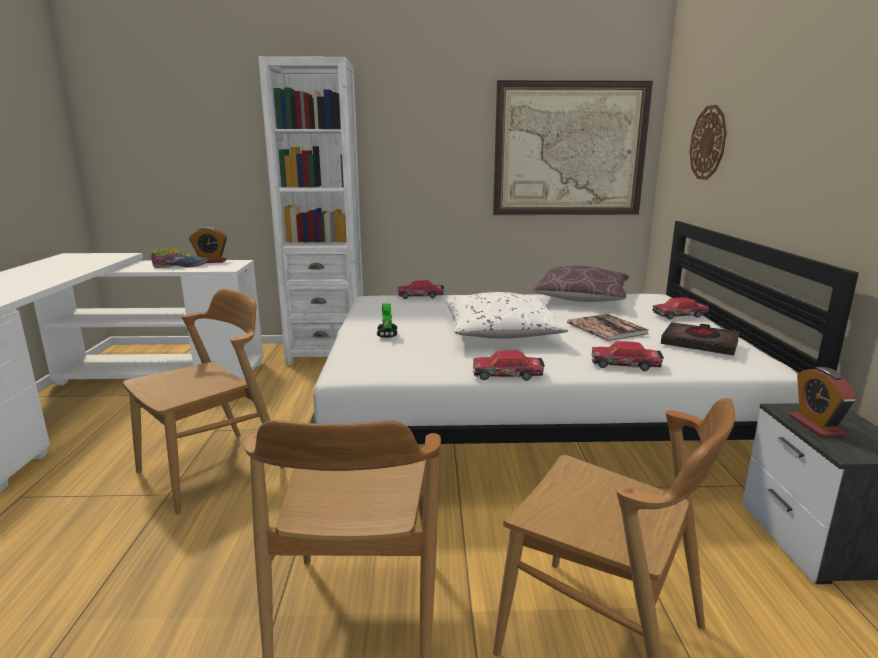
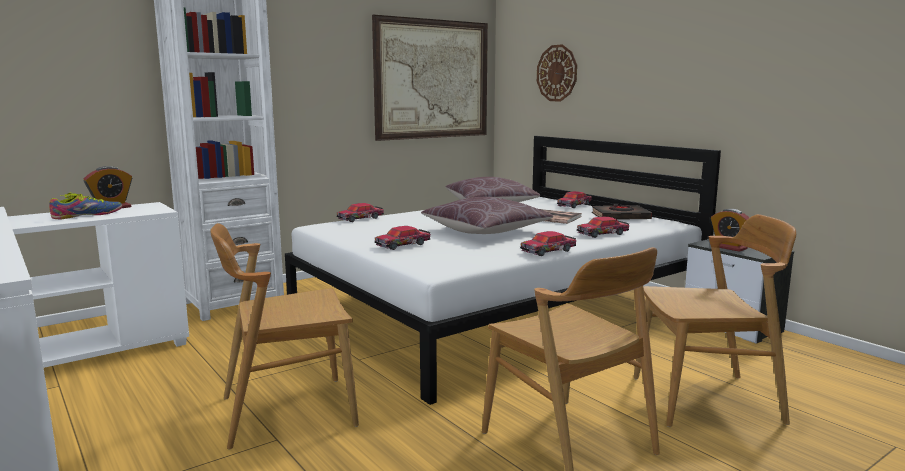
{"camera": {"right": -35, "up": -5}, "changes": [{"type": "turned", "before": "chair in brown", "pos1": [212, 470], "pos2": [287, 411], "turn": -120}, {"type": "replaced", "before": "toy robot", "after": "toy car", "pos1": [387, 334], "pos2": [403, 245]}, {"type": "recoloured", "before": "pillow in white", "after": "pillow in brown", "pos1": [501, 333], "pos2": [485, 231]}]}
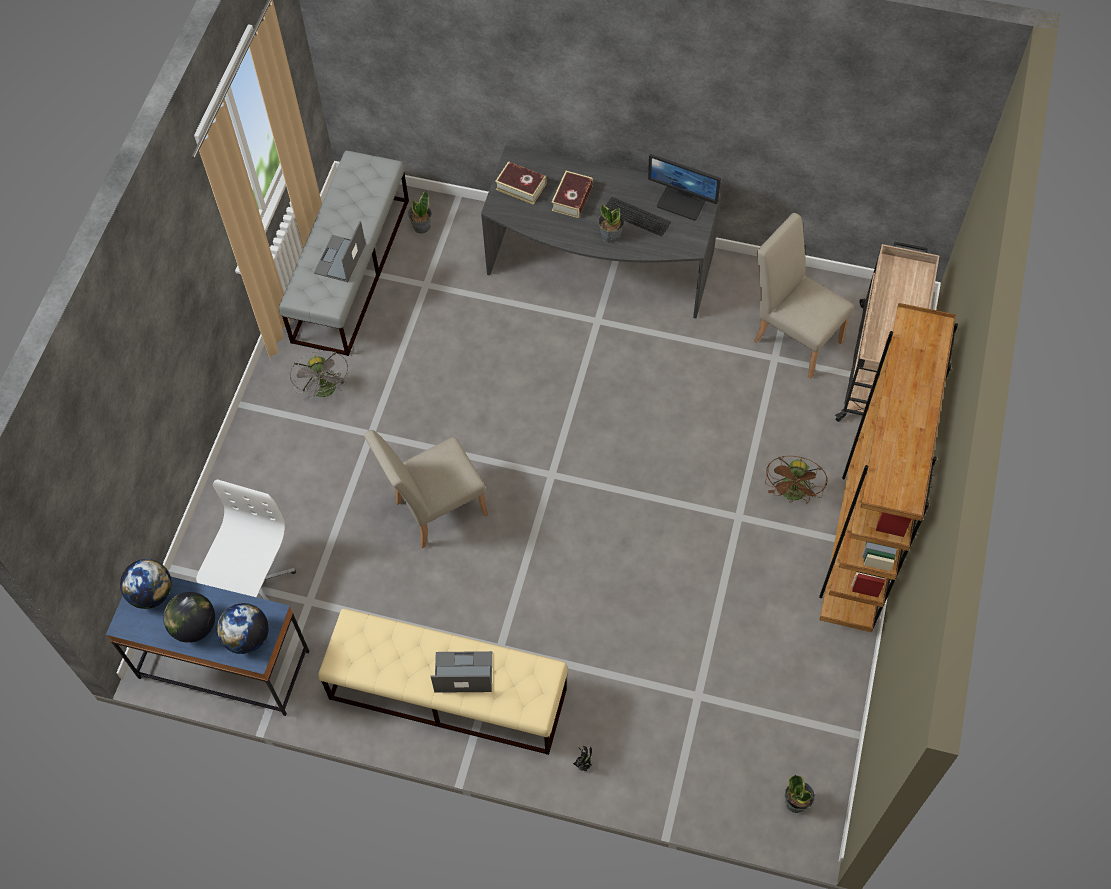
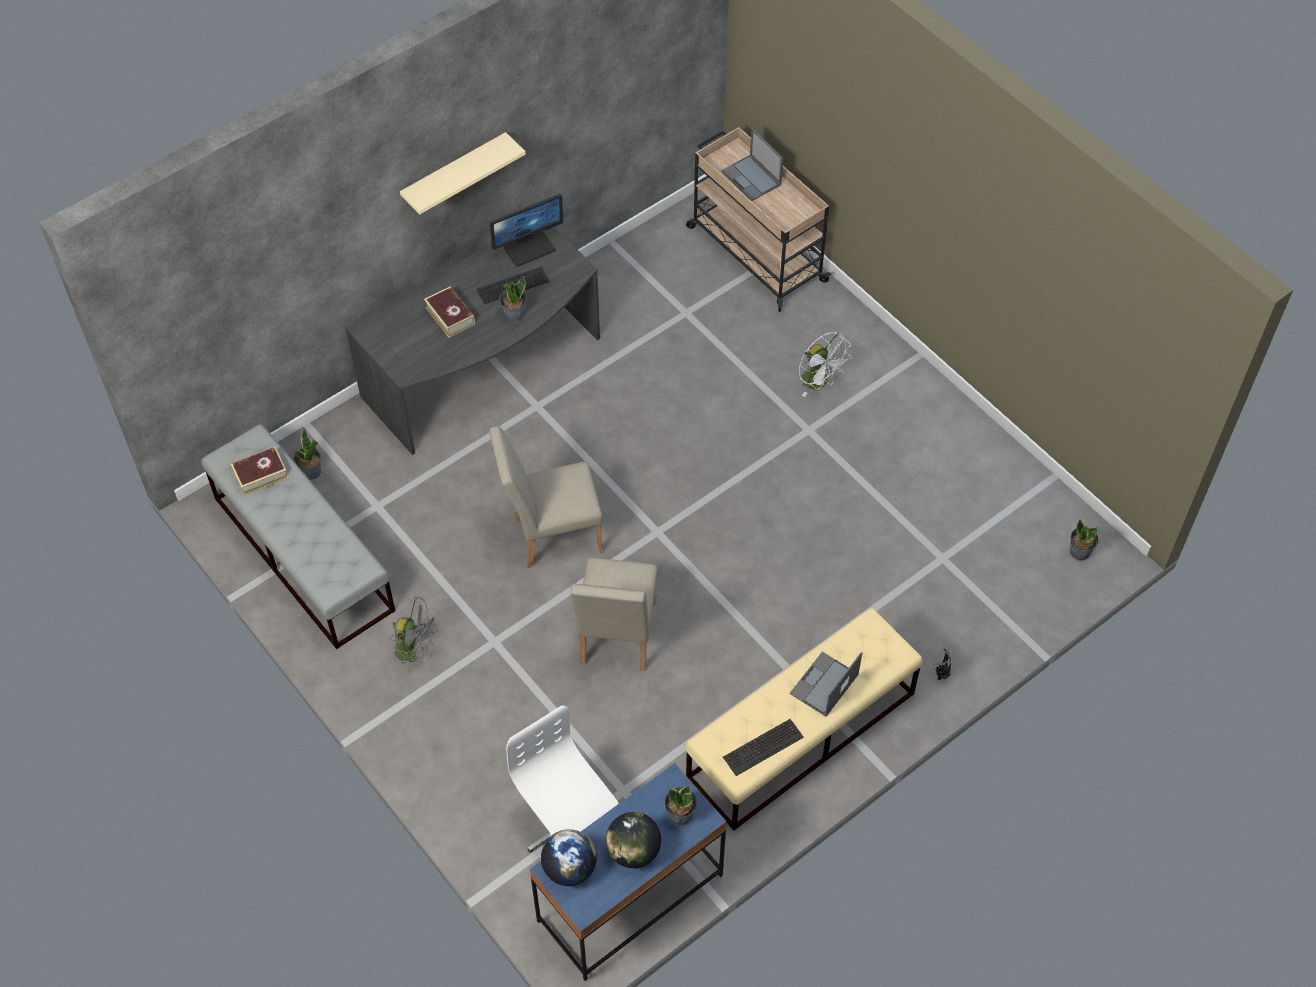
{"camera": {"right": -55, "up": -5}, "changes": [{"type": "replaced", "before": "globe", "after": "potted plant", "pos1": [247, 638], "pos2": [680, 814]}, {"type": "moved", "before": "laptop", "pos1": [340, 259], "pos2": [752, 178]}, {"type": "moved", "before": "book", "pos1": [521, 186], "pos2": [260, 475]}, {"type": "moved", "before": "chair in beige", "pos1": [793, 336], "pos2": [550, 535]}, {"type": "recoloured", "before": "fan in brown", "after": "fan in white", "pos1": [793, 495], "pos2": [819, 382]}, {"type": "removed", "before": "bookcase in brown", "pos1": [859, 542]}, {"type": "added", "after": "shelf in beige", "pos2": [454, 174]}, {"type": "added", "after": "keyboard", "pos2": [763, 749]}]}
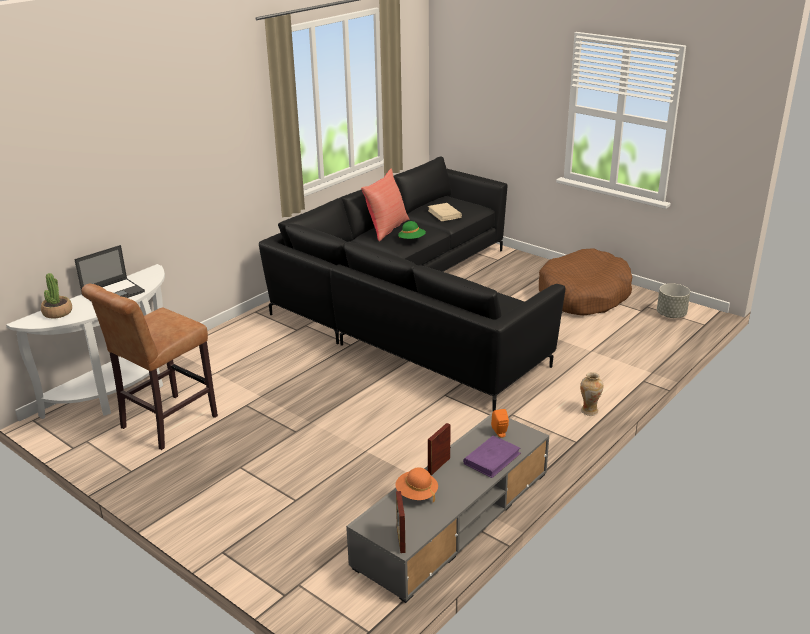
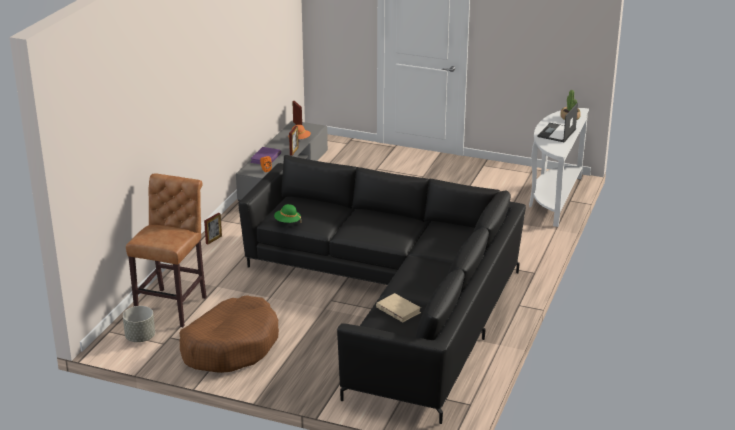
{"camera": {"right": 160, "up": 0}, "changes": [{"type": "moved", "before": "stool in brown", "pos1": [164, 424], "pos2": [173, 306]}, {"type": "removed", "before": "pillow in red", "pos1": [386, 228]}, {"type": "moved", "before": "hat in green", "pos1": [412, 240], "pos2": [287, 222]}, {"type": "replaced", "before": "vase", "after": "picture frame", "pos1": [589, 411], "pos2": [214, 240]}]}
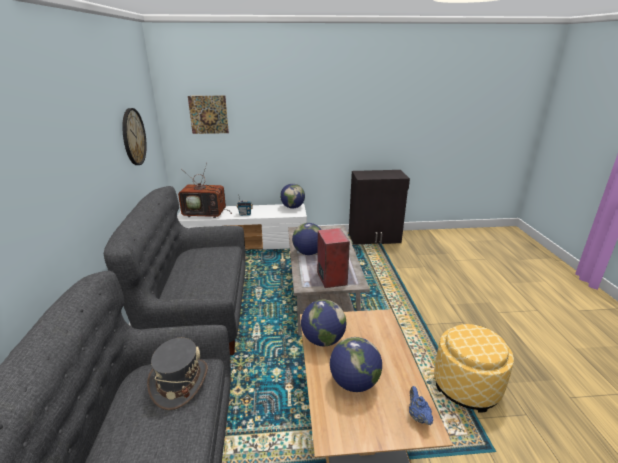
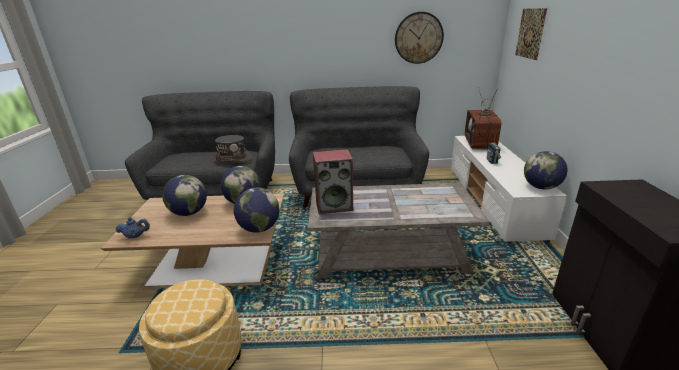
{"camera": {"right": 95, "up": 0}, "changes": [{"type": "moved", "before": "globe", "pos1": [308, 253], "pos2": [259, 229]}]}
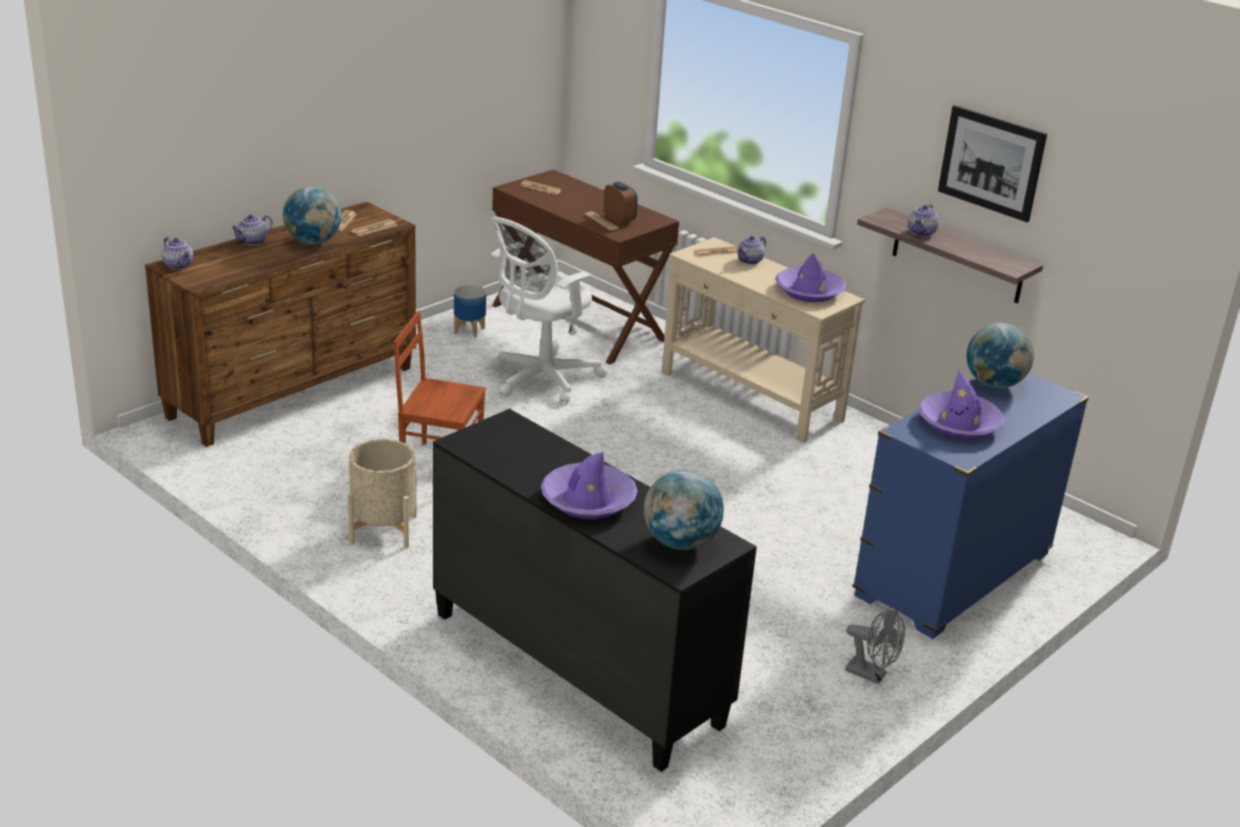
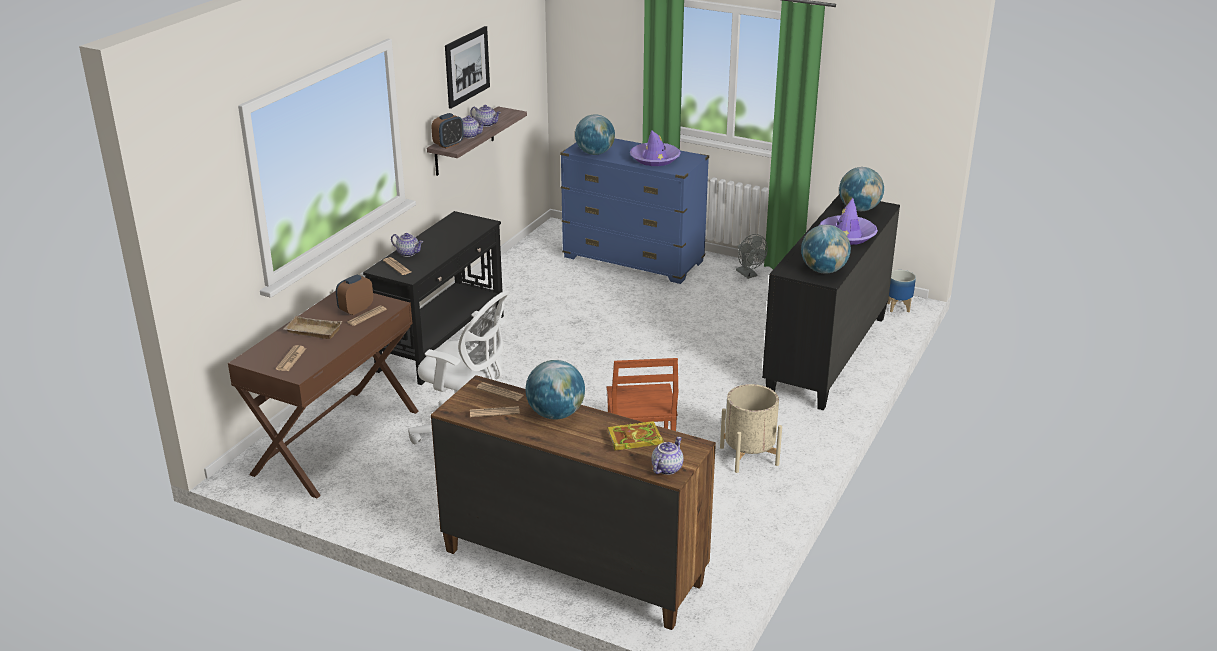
{"camera": {"right": -105, "up": 0}, "changes": [{"type": "moved", "before": "teapot", "pos1": [253, 241], "pos2": [486, 124]}, {"type": "moved", "before": "planter", "pos1": [469, 330], "pos2": [898, 307]}, {"type": "recoloured", "before": "console table in beige", "after": "console table in black", "pos1": [751, 397], "pos2": [442, 342]}, {"type": "removed", "before": "hat in purple", "pos1": [809, 291]}, {"type": "turned", "before": "fan in grey", "pos1": [872, 674], "pos2": [749, 275], "turn": 135}, {"type": "added", "after": "tray in beige", "pos2": [312, 332]}, {"type": "added", "after": "alarm clock", "pos2": [448, 145]}, {"type": "added", "after": "book", "pos2": [633, 439]}, {"type": "added", "after": "globe", "pos2": [823, 271]}]}
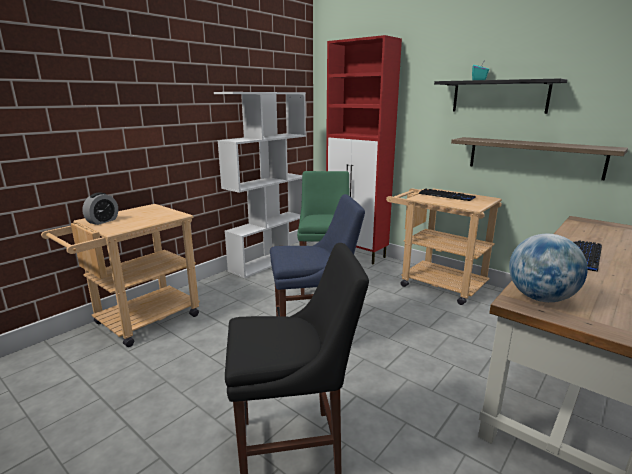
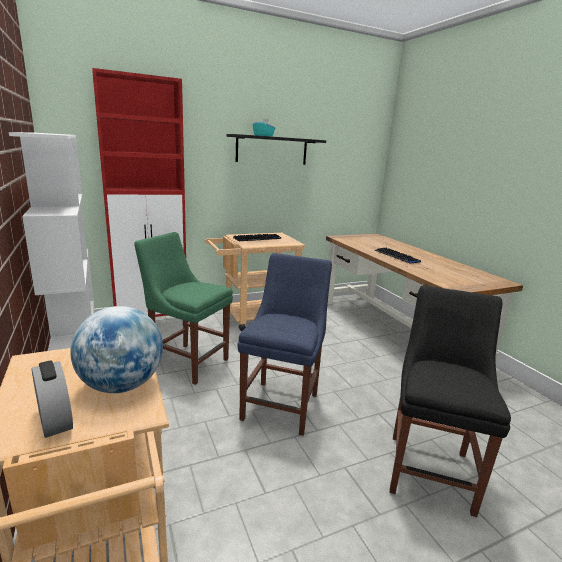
{"camera": {"right": -65, "up": 0}, "changes": [{"type": "removed", "before": "shelf", "pos1": [534, 157]}, {"type": "moved", "before": "globe", "pos1": [540, 298], "pos2": [122, 385]}]}
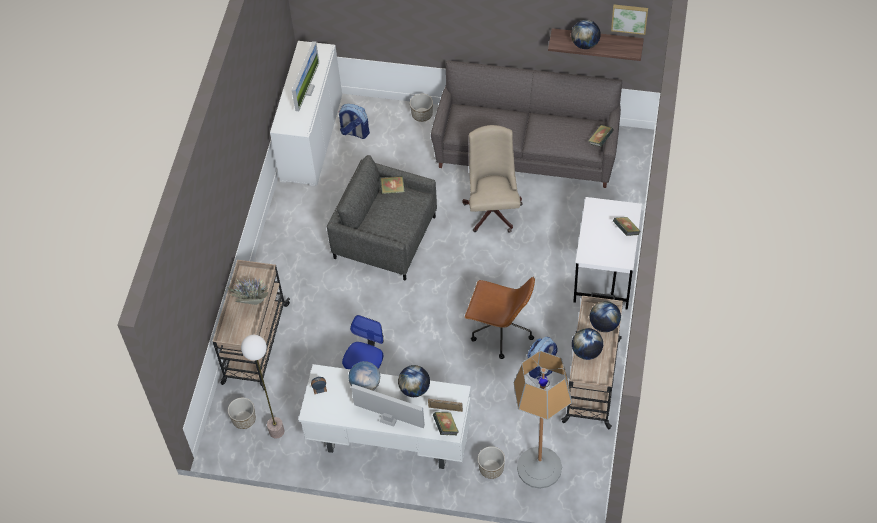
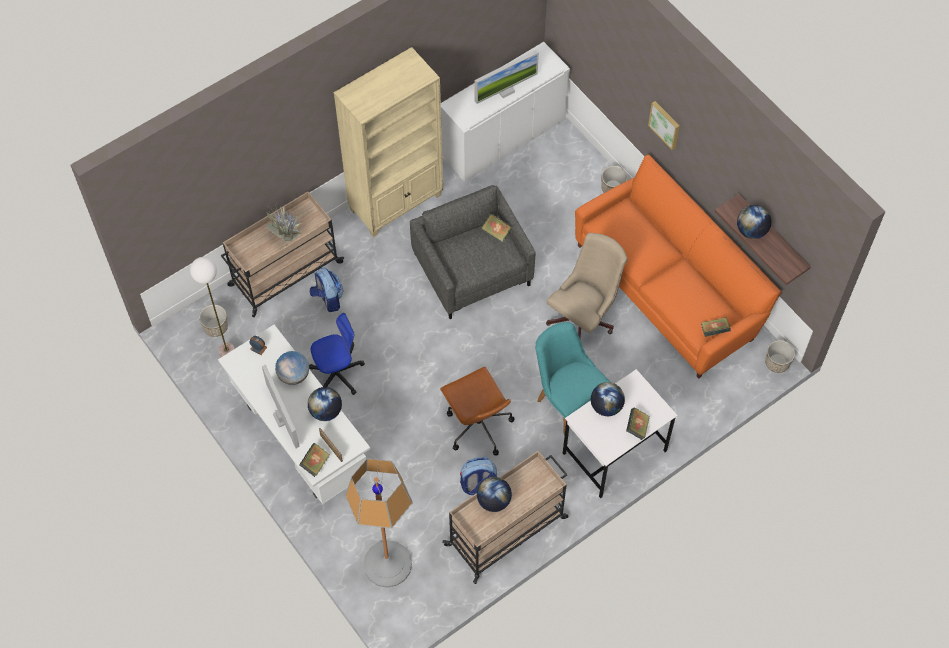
{"camera": {"right": 40, "up": 5}, "changes": [{"type": "moved", "before": "backpack", "pos1": [354, 132], "pos2": [328, 299]}, {"type": "recoloured", "before": "sofa in grey", "after": "sofa in orange", "pos1": [527, 149], "pos2": [668, 289]}, {"type": "moved", "before": "planter", "pos1": [491, 468], "pos2": [777, 363]}, {"type": "moved", "before": "globe", "pos1": [604, 324], "pos2": [606, 406]}, {"type": "moved", "before": "picture", "pos1": [629, 18], "pos2": [665, 124]}, {"type": "added", "after": "bookcase in beige", "pos2": [396, 202]}, {"type": "added", "after": "chair in turquoise", "pos2": [566, 399]}]}
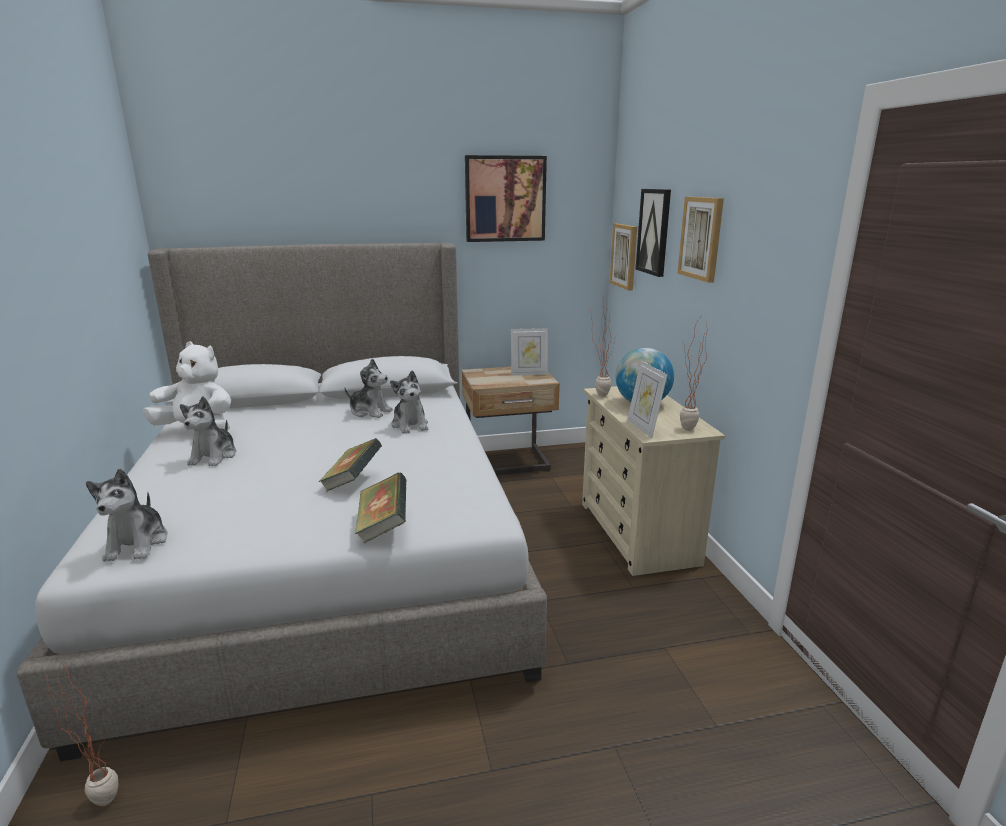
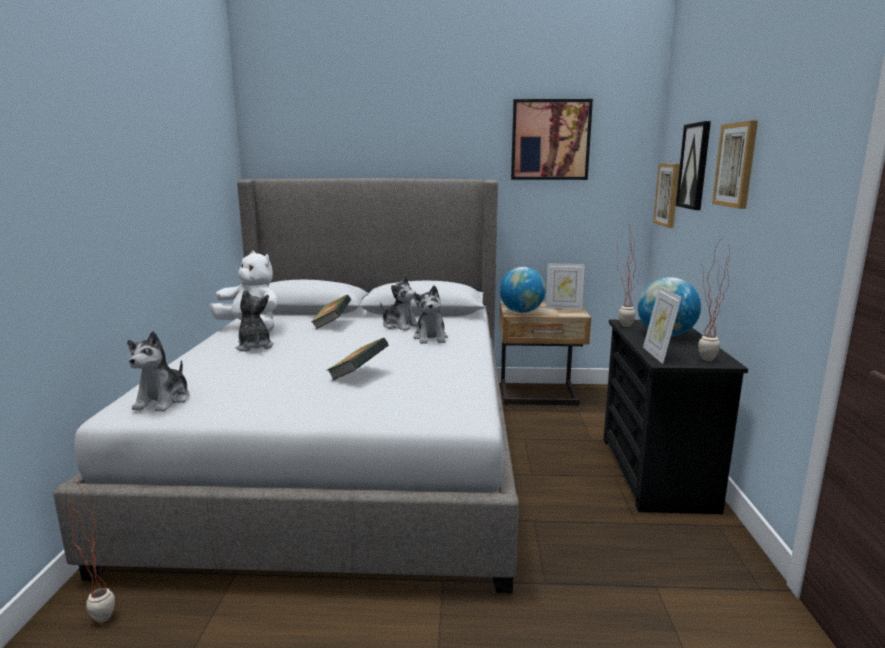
{"camera": {"right": 15, "up": -5}, "changes": [{"type": "turned", "before": "plush toy", "pos1": [214, 456], "pos2": [254, 346], "turn": 135}, {"type": "moved", "before": "book", "pos1": [383, 526], "pos2": [332, 324]}, {"type": "recoloured", "before": "dresser in beige", "after": "dresser in black", "pos1": [637, 533], "pos2": [656, 473]}, {"type": "added", "after": "globe", "pos2": [521, 312]}]}
